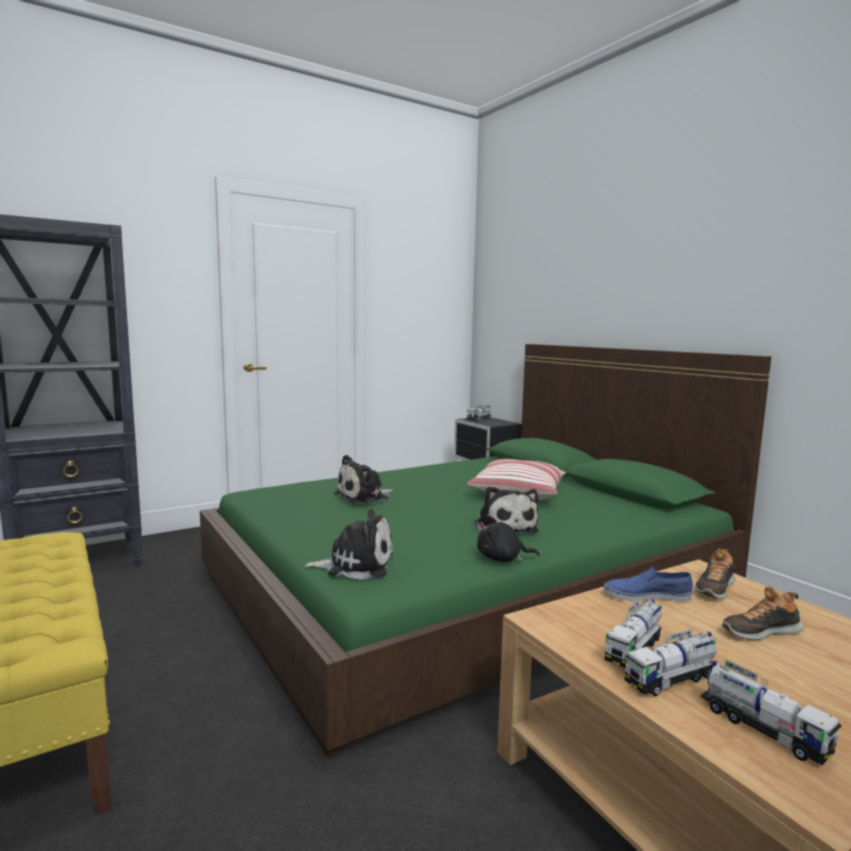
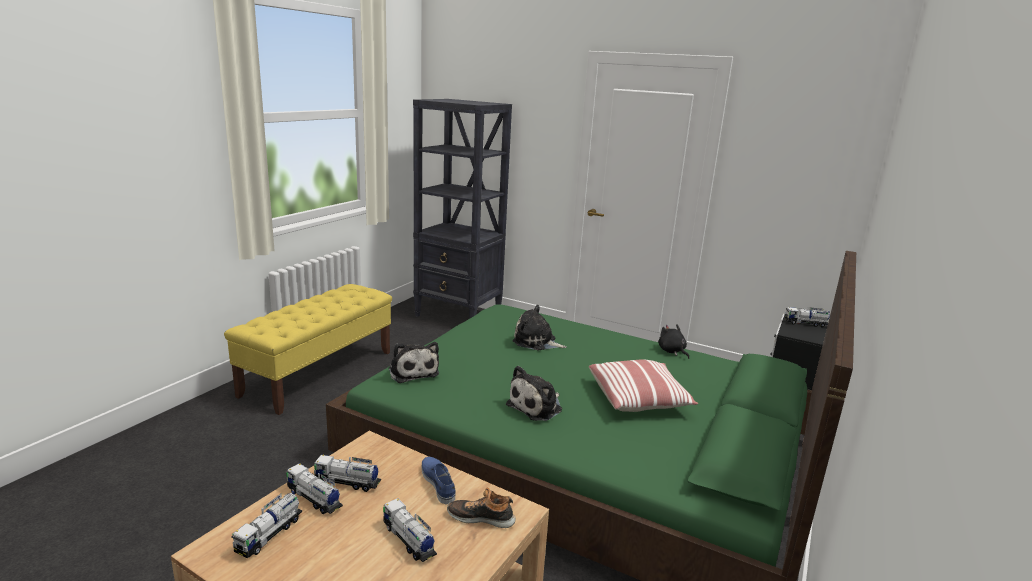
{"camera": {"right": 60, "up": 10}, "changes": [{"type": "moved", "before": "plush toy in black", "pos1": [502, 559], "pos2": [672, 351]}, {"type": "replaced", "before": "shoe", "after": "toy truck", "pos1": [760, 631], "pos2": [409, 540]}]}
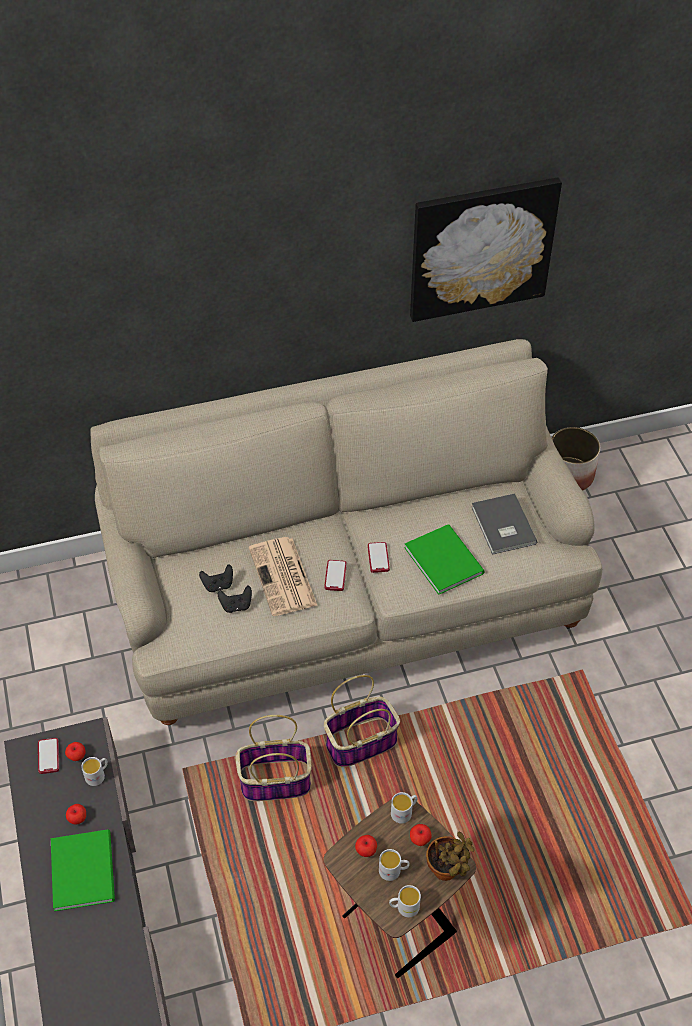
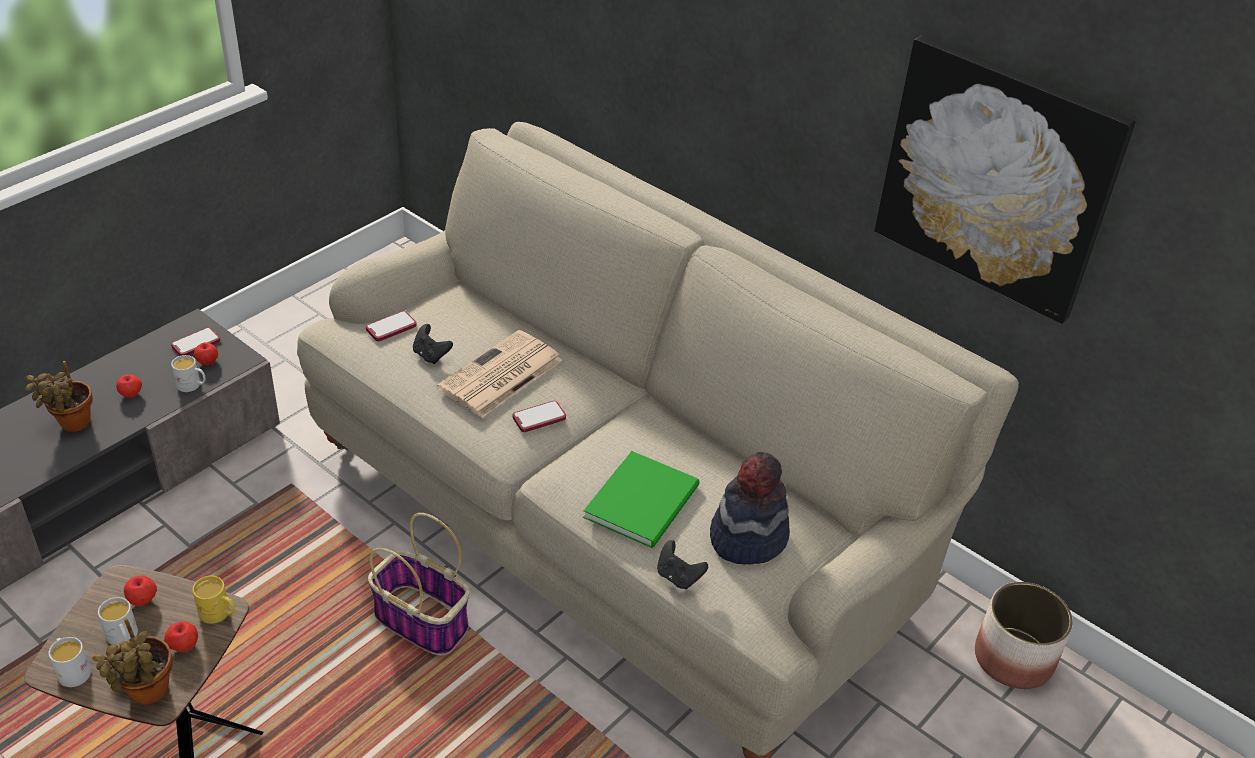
{"camera": {"right": 55, "up": -10}, "changes": [{"type": "replaced", "before": "book in green", "after": "potted plant", "pos1": [85, 868], "pos2": [72, 424]}, {"type": "moved", "before": "game controller in black", "pos1": [218, 585], "pos2": [678, 577]}, {"type": "removed", "before": "basket", "pos1": [274, 782]}, {"type": "moved", "before": "phone", "pos1": [378, 558], "pos2": [391, 327]}, {"type": "recoloured", "before": "mug in white", "after": "mug in yellow", "pos1": [404, 812], "pos2": [219, 614]}, {"type": "replaced", "before": "book in grey", "after": "hat", "pos1": [502, 526], "pos2": [747, 537]}]}
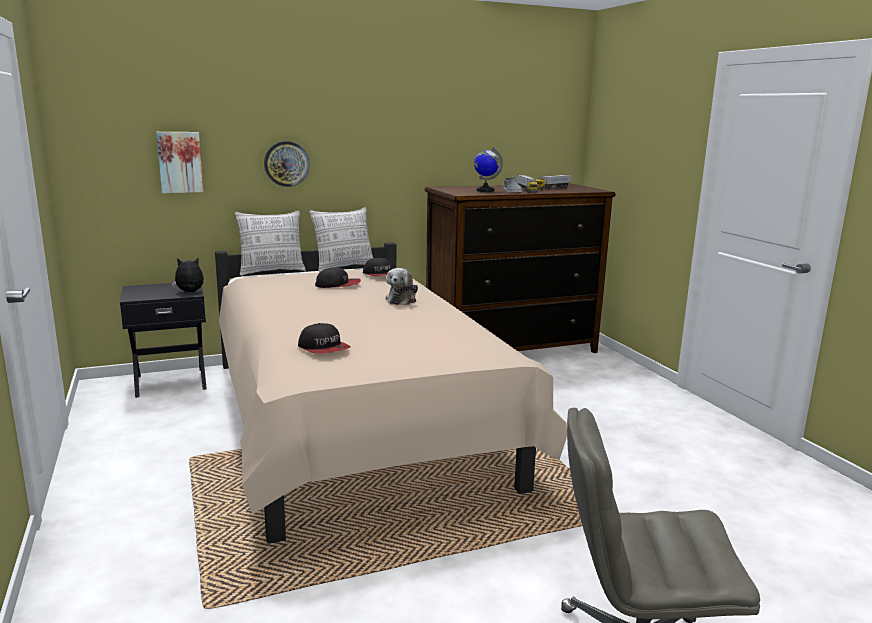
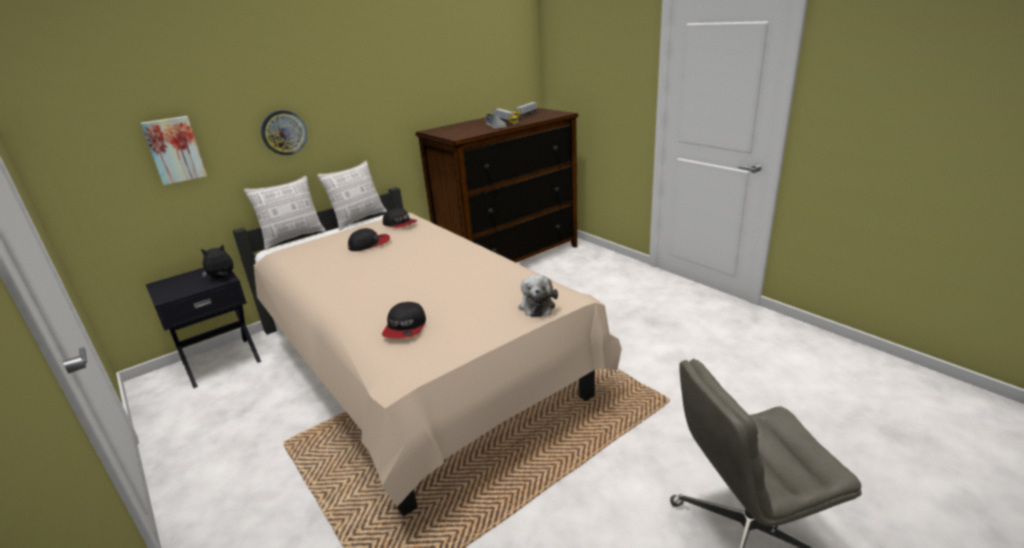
{"camera": {"right": -15, "up": 10}, "changes": [{"type": "turned", "before": "cap", "pos1": [324, 348], "pos2": [405, 327], "turn": 60}, {"type": "moved", "before": "plush toy", "pos1": [402, 300], "pos2": [537, 306]}, {"type": "removed", "before": "globe", "pos1": [485, 191]}]}
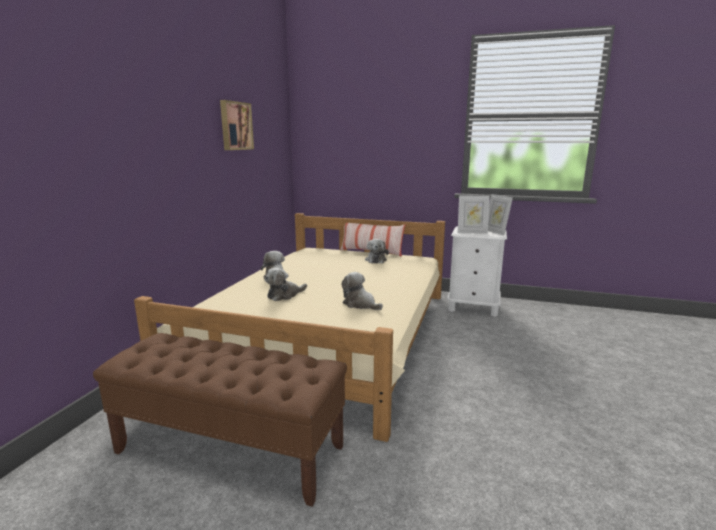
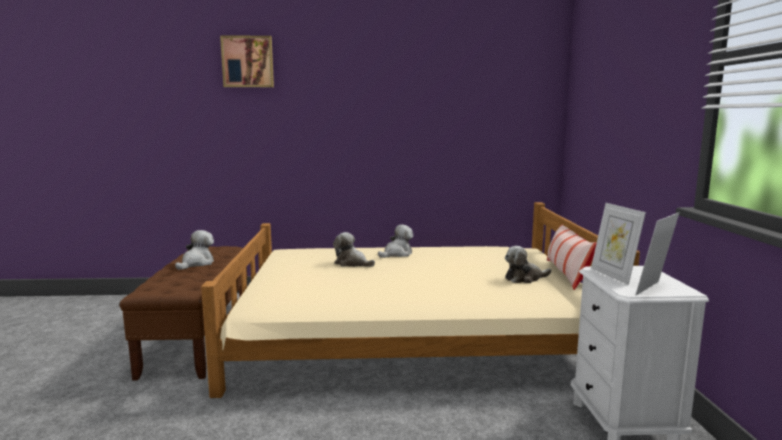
{"camera": {"right": 70, "up": -5}, "changes": [{"type": "moved", "before": "picture", "pos1": [235, 126], "pos2": [248, 62]}, {"type": "moved", "before": "plush toy", "pos1": [360, 304], "pos2": [197, 263]}]}
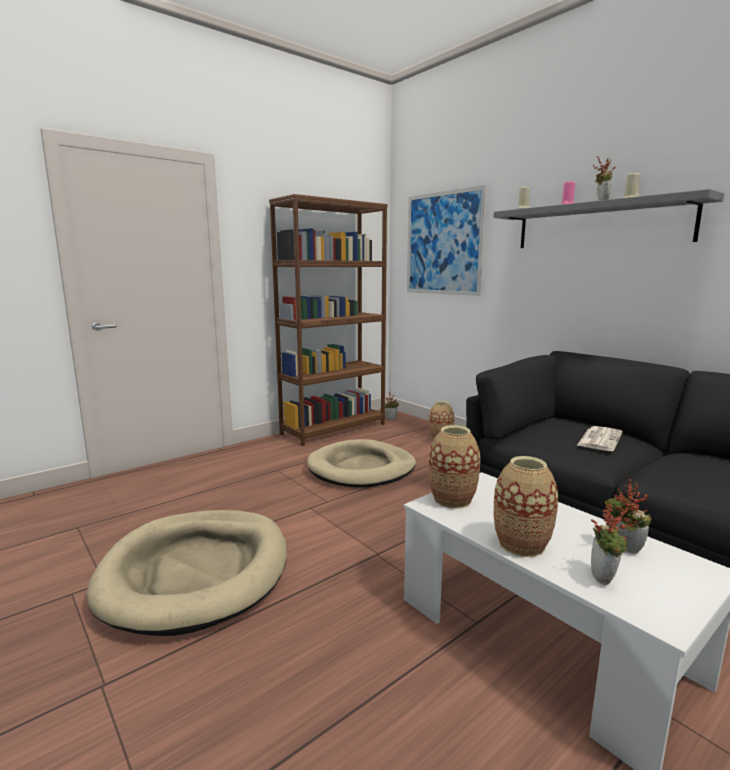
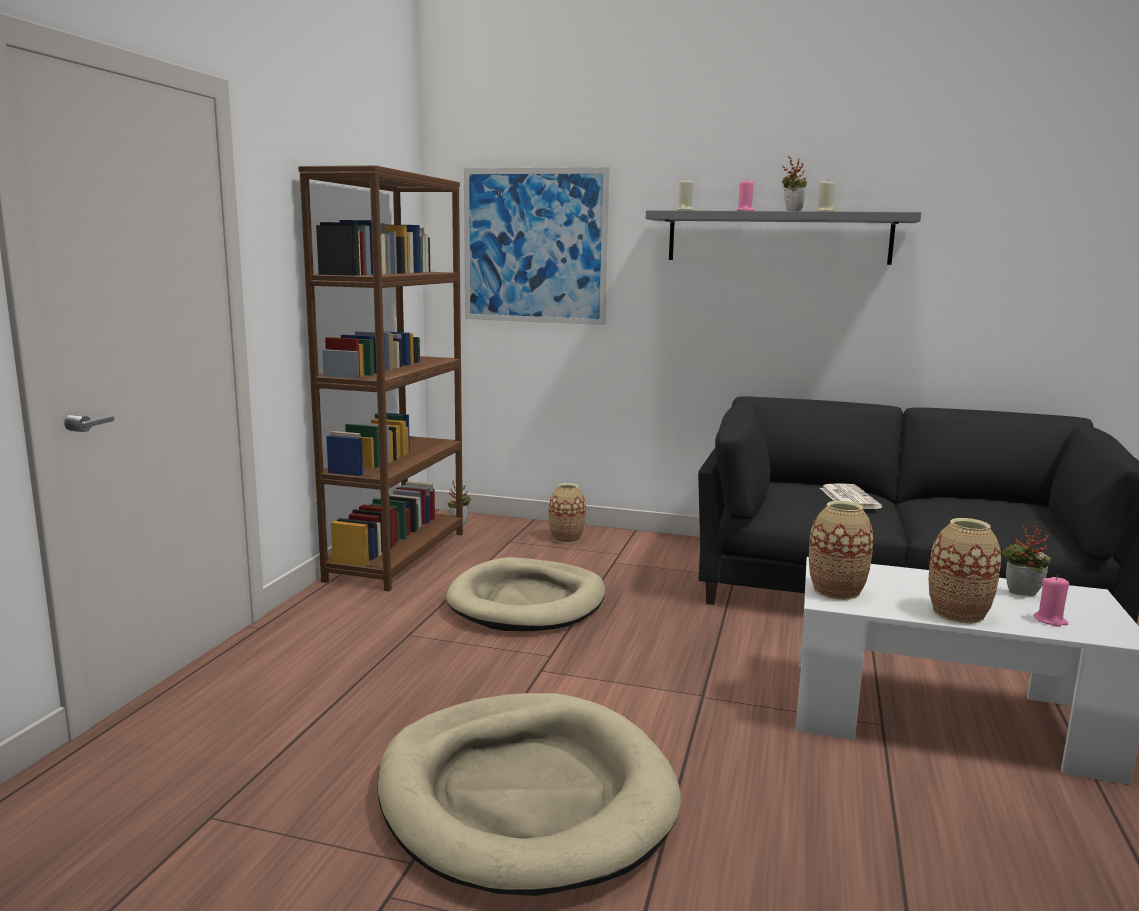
{"camera": {"right": -35, "up": 0}, "changes": [{"type": "replaced", "before": "potted plant", "after": "candle in pink", "pos1": [605, 579], "pos2": [1050, 620]}]}
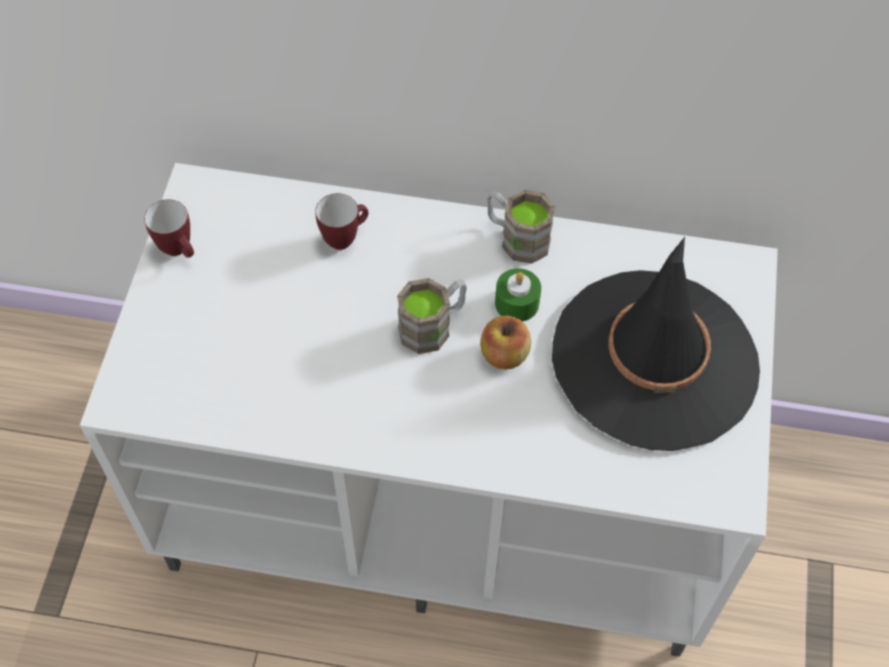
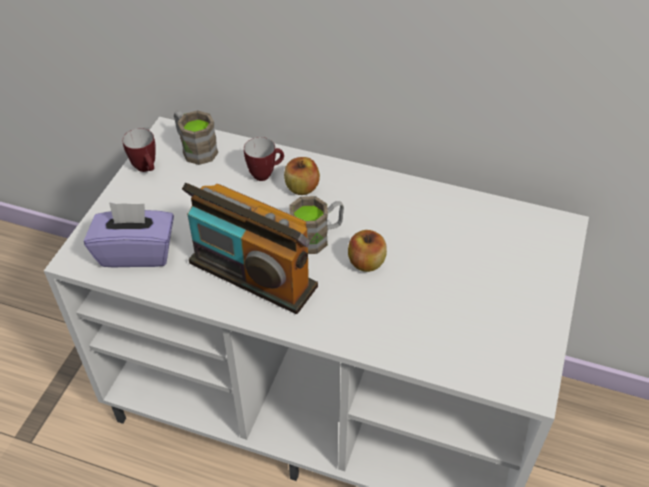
{"camera": {"right": 10, "up": -10}, "changes": [{"type": "moved", "before": "mug in brown", "pos1": [516, 238], "pos2": [195, 149]}, {"type": "removed", "before": "candle in green", "pos1": [517, 303]}, {"type": "removed", "before": "hat in black", "pos1": [655, 359]}, {"type": "added", "after": "tissue box in purple", "pos2": [136, 252]}, {"type": "added", "after": "radio", "pos2": [252, 275]}, {"type": "added", "after": "apple", "pos2": [302, 188]}]}
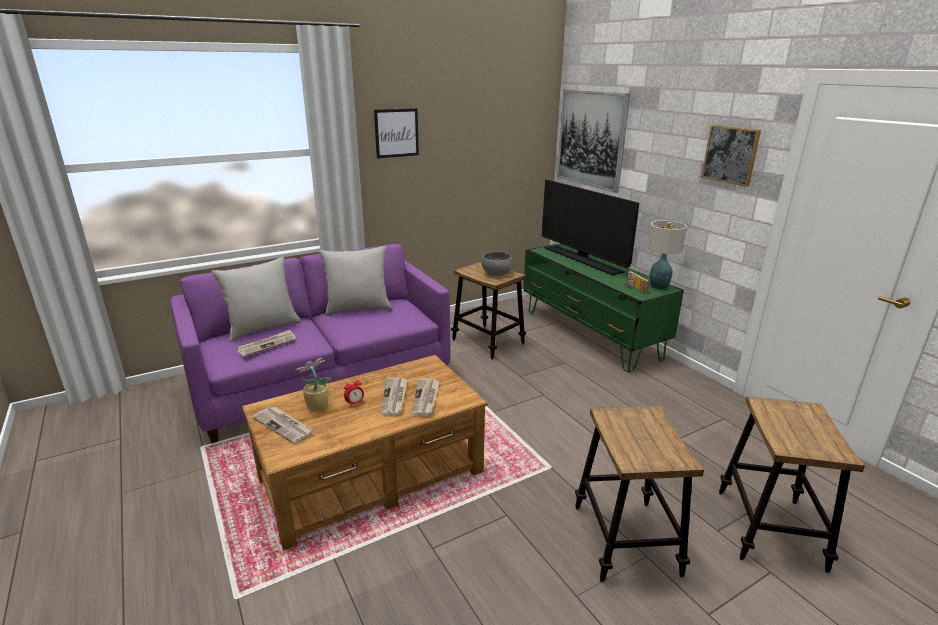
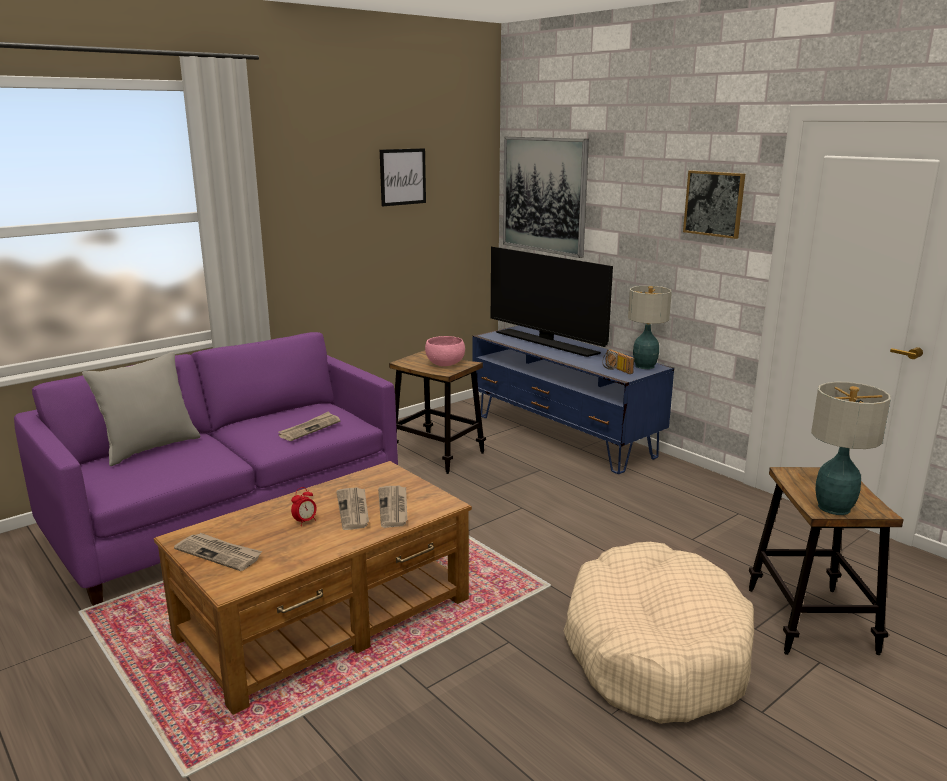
{"camera": {"right": -10, "up": -5}, "changes": [{"type": "moved", "before": "newspaper", "pos1": [267, 344], "pos2": [309, 428]}, {"type": "removed", "before": "potted plant", "pos1": [316, 407]}, {"type": "removed", "before": "pillow in grey", "pos1": [358, 309]}, {"type": "moved", "before": "picture", "pos1": [396, 133], "pos2": [402, 177]}, {"type": "recoloured", "before": "bowl in grey", "after": "bowl in pink", "pos1": [497, 273], "pos2": [445, 363]}, {"type": "recoloured", "before": "tv stand in green", "after": "tv stand in blue", "pos1": [590, 334], "pos2": [563, 436]}, {"type": "replaced", "before": "stool", "after": "dog bed in beige", "pos1": [625, 540], "pos2": [654, 650]}, {"type": "added", "after": "table lamp", "pos2": [835, 508]}]}
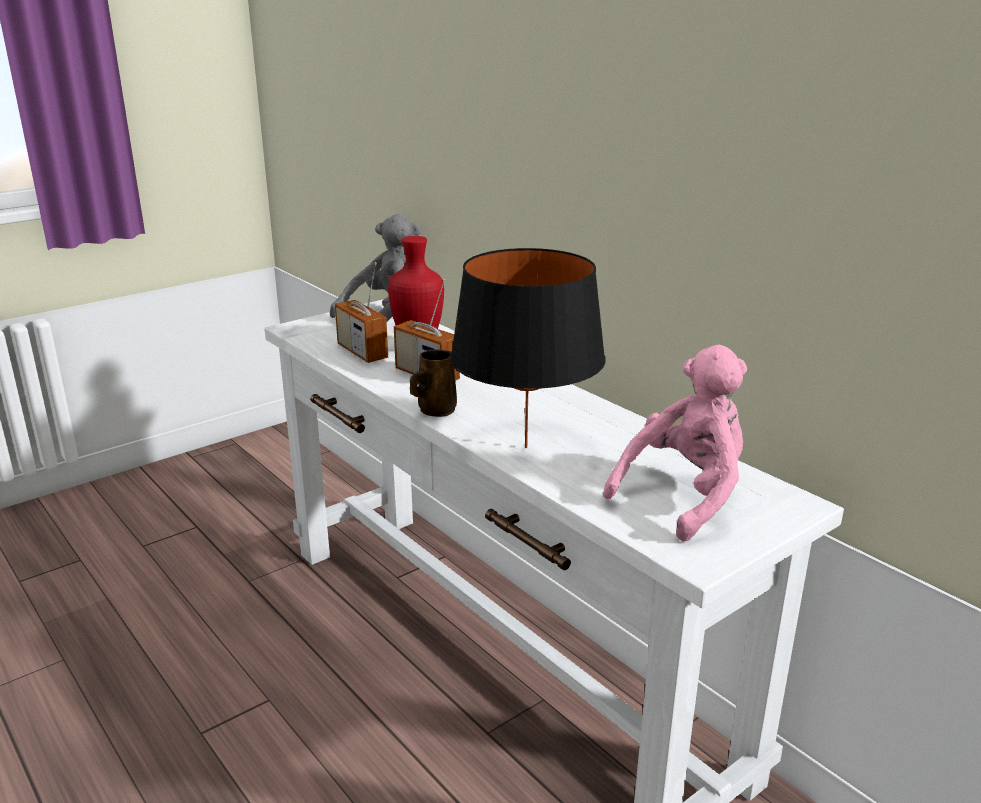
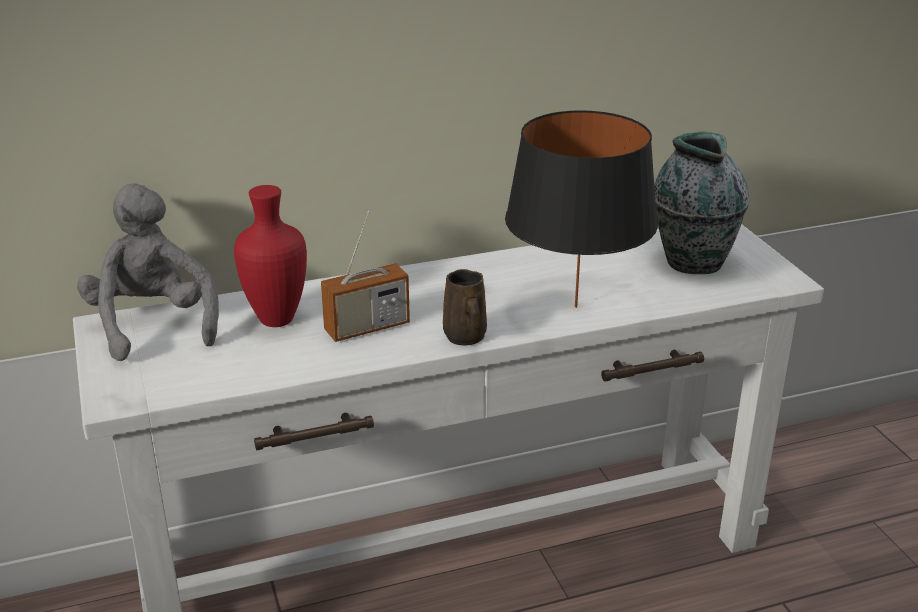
{"camera": {"right": -70, "up": 5}, "changes": [{"type": "removed", "before": "radio", "pos1": [362, 352]}, {"type": "replaced", "before": "plush toy in pink", "after": "vase", "pos1": [684, 496], "pos2": [693, 261]}]}
